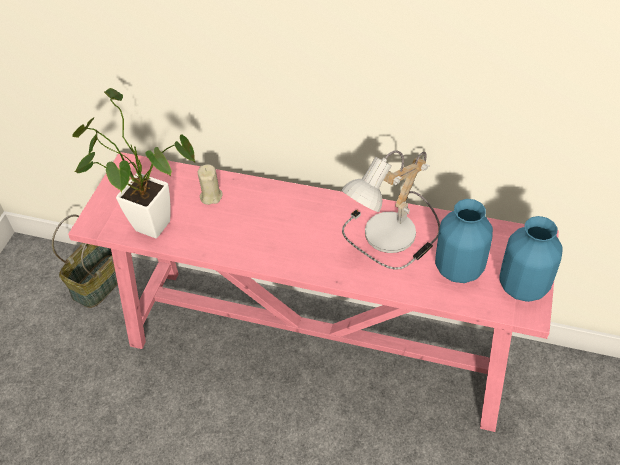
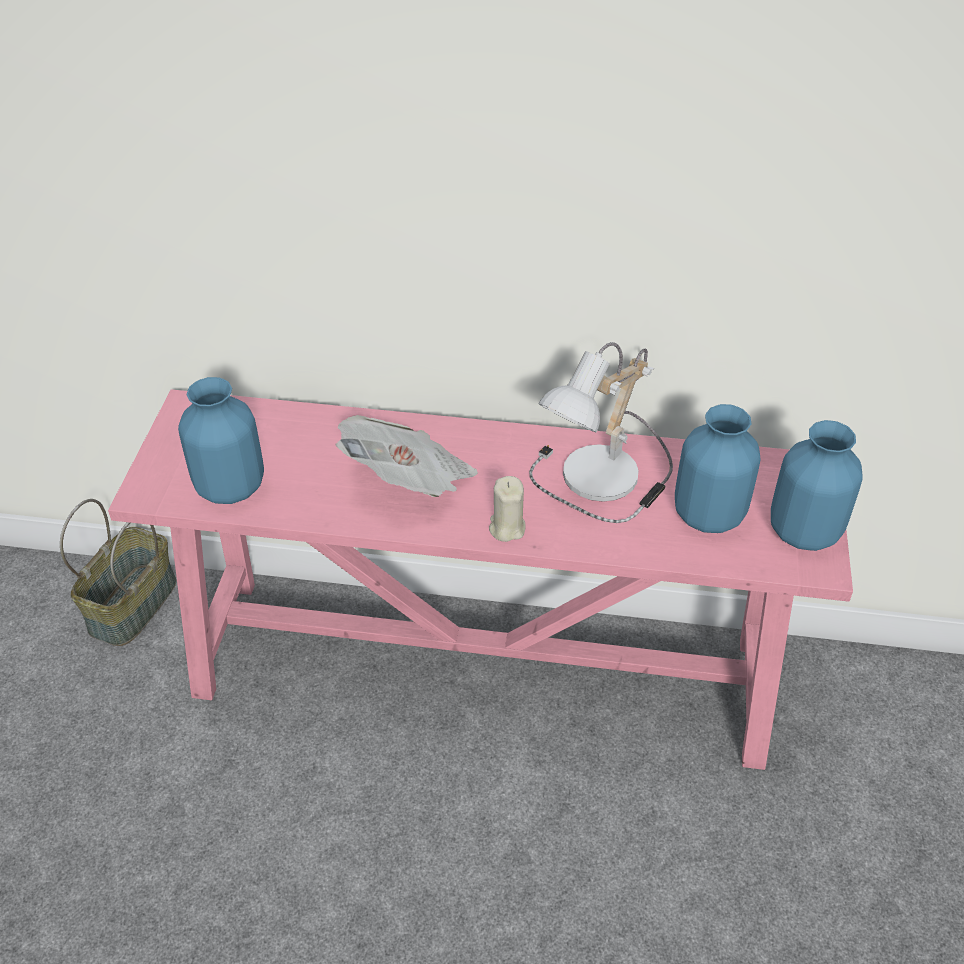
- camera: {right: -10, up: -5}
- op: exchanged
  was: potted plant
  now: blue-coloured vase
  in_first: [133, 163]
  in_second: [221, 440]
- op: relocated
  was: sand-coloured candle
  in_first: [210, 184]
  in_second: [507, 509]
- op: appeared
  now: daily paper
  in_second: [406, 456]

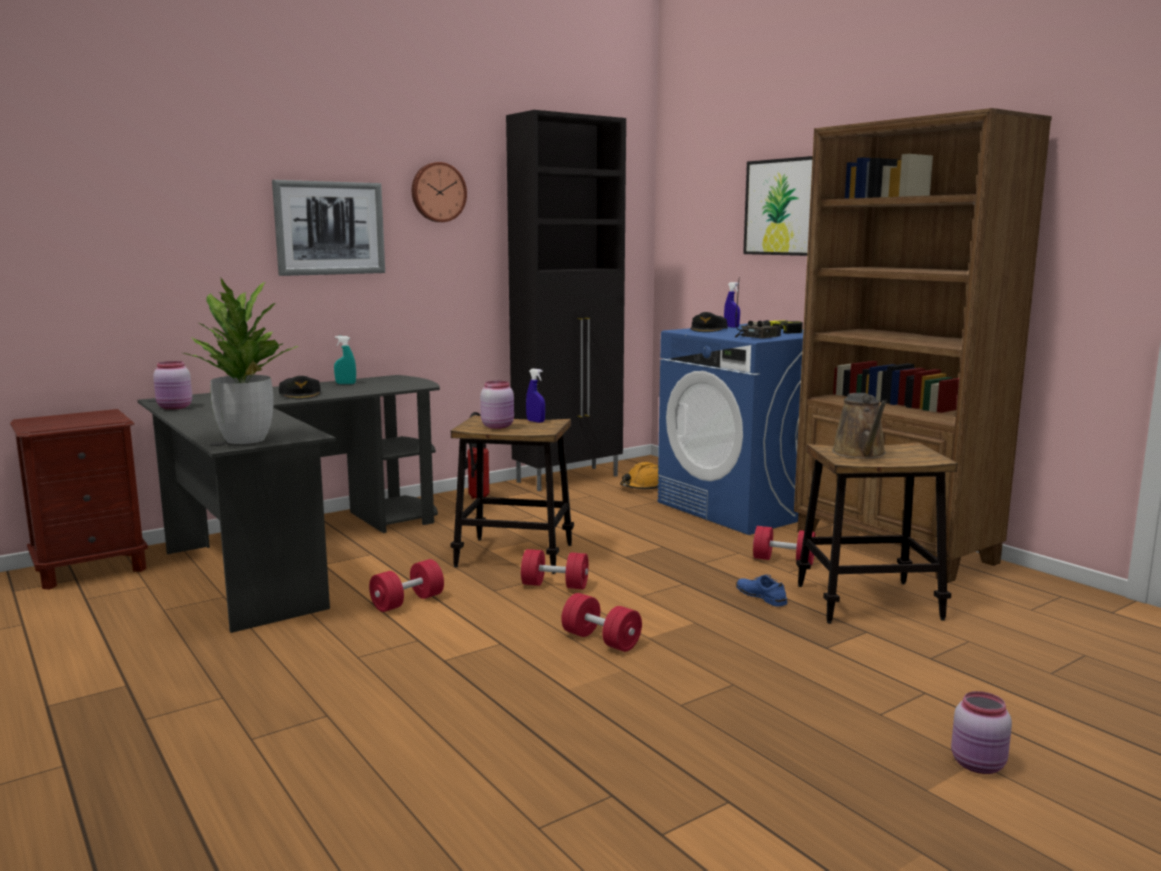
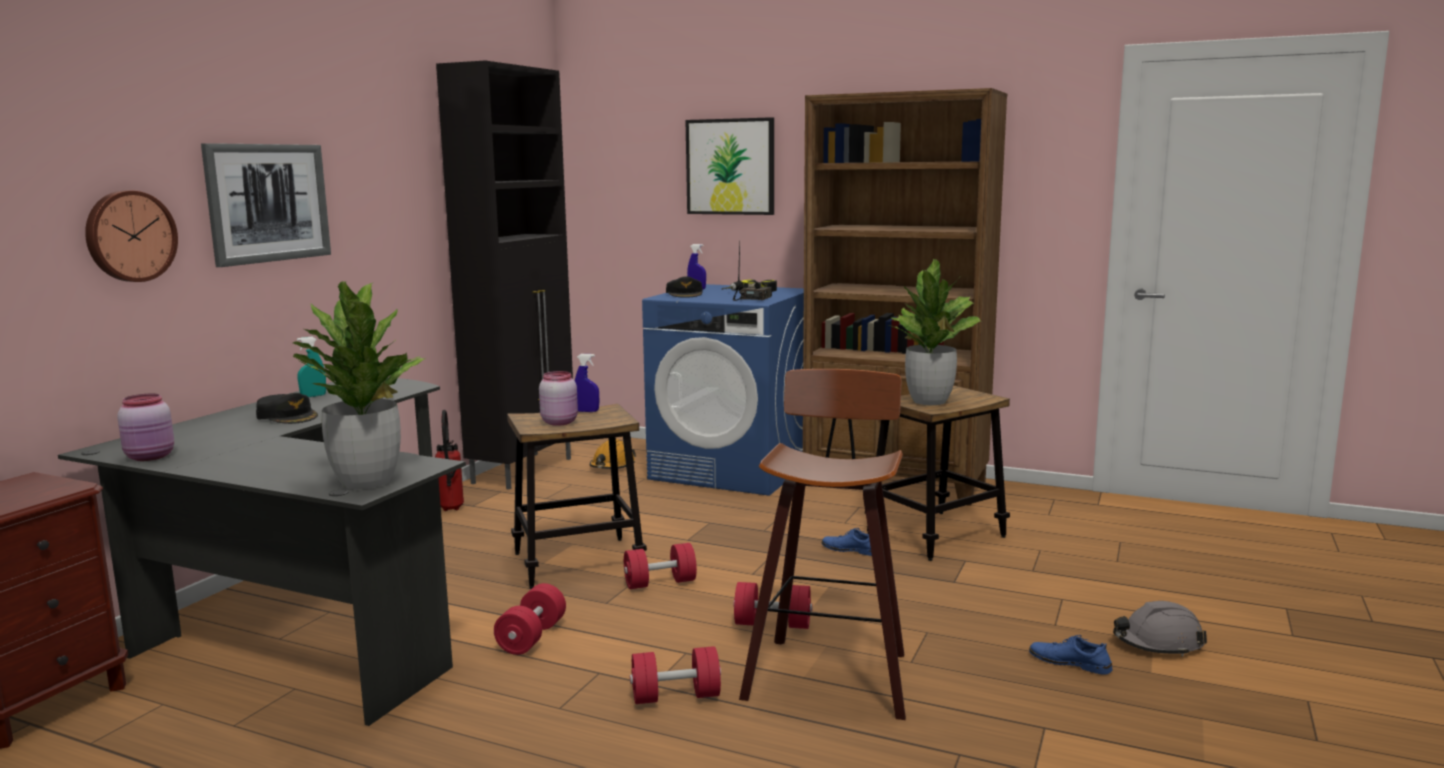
- camera: {right: -30, up: 0}
- op: relocated
  was: wall clock
  in_first: [439, 192]
  in_second: [131, 236]
- op: exchanged
  was: brown watering pot
  now: potted plant
  in_first: [860, 426]
  in_second: [935, 332]
- op: relocated
  was: red-coloured dumbbell
  in_first: [784, 545]
  in_second: [675, 675]
- op: exchanged
  was: pink storage jar
  now: gray hard hat
  in_first: [981, 732]
  in_second: [1160, 629]
- op: appeared
  now: stool
  in_second: [822, 544]
- op: appeared
  now: blue-coloured shoe
  in_second: [1070, 655]

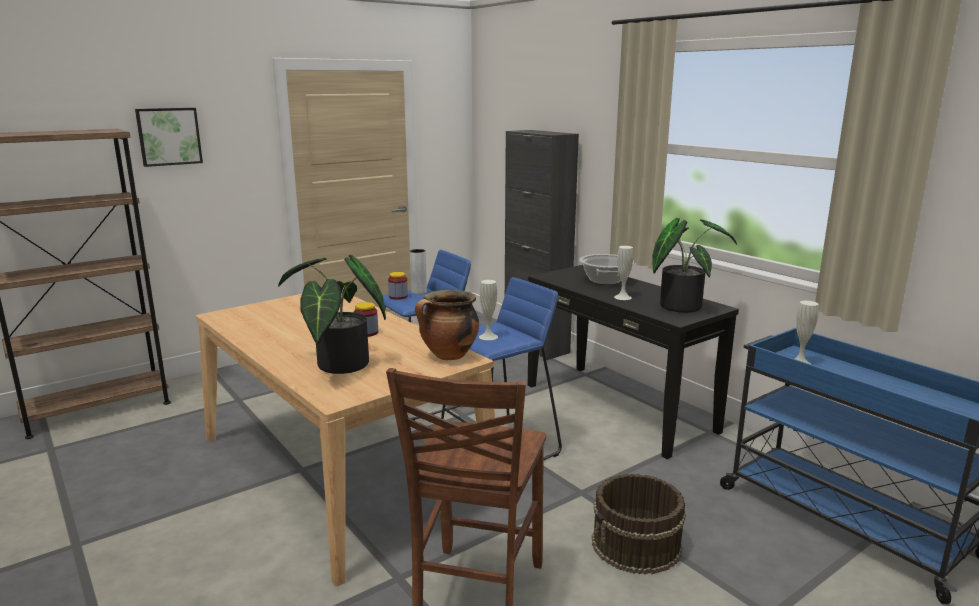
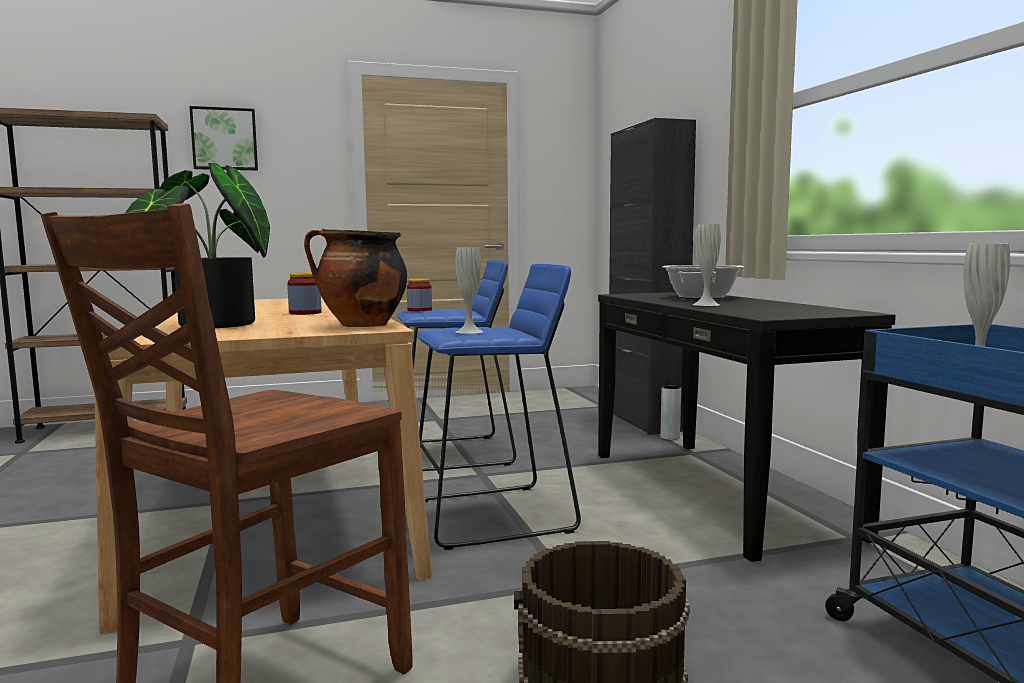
- camera: {right: 20, up: -10}
- op: missing
  was: potted plant
  in_first: [695, 265]
- op: relocated
  was: gray vase
  in_first: [418, 271]
  in_second: [671, 412]

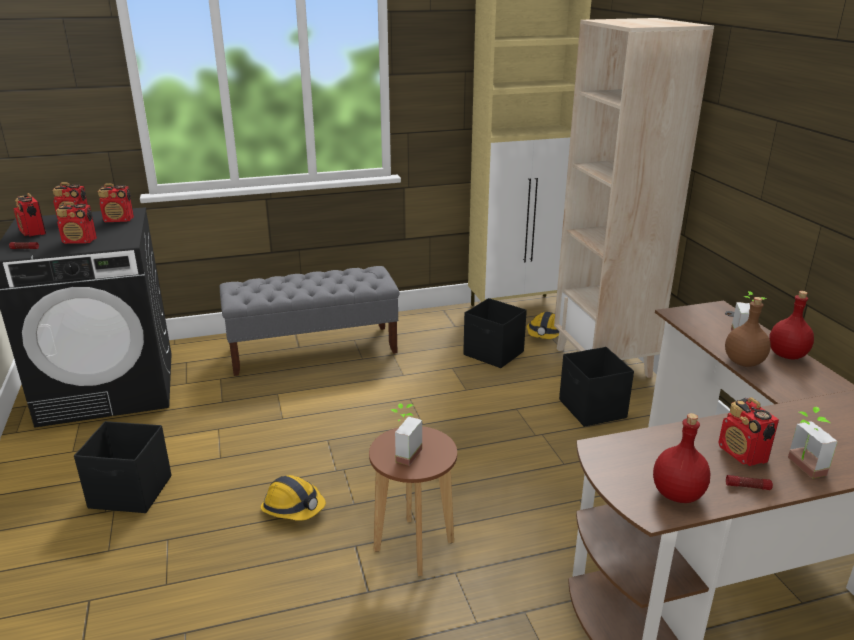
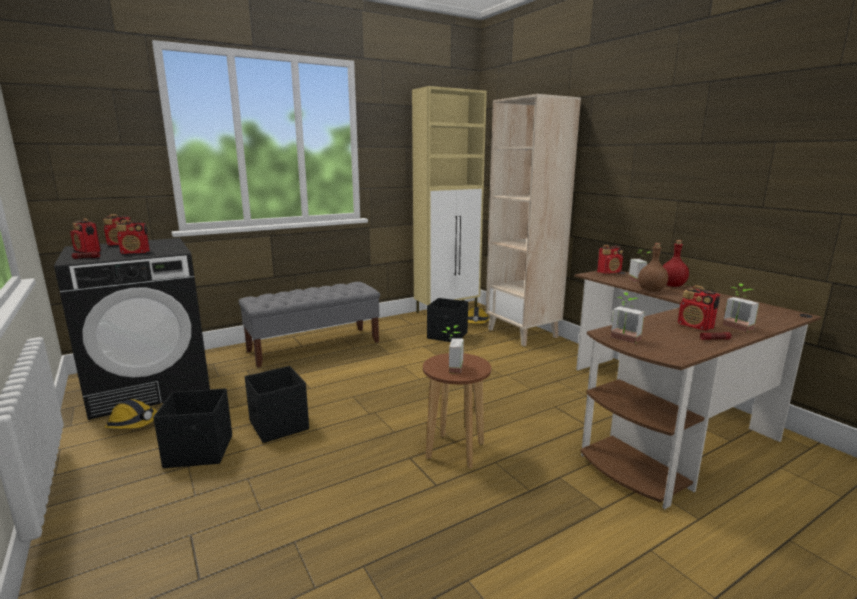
- camera: {right: -15, up: -10}
- op: relocated
  was: radio receiver
  in_first: [116, 202]
  in_second: [610, 259]
- op: relocated
  was: blackish storage box
  in_first: [596, 387]
  in_second: [277, 404]
- op: missing
  was: red-coloured beverage bottle
  in_first: [681, 458]
- op: relocated
  was: hard hat
  in_first: [293, 498]
  in_second: [131, 414]
- op: appeared
  now: potted plant
  in_second: [627, 318]

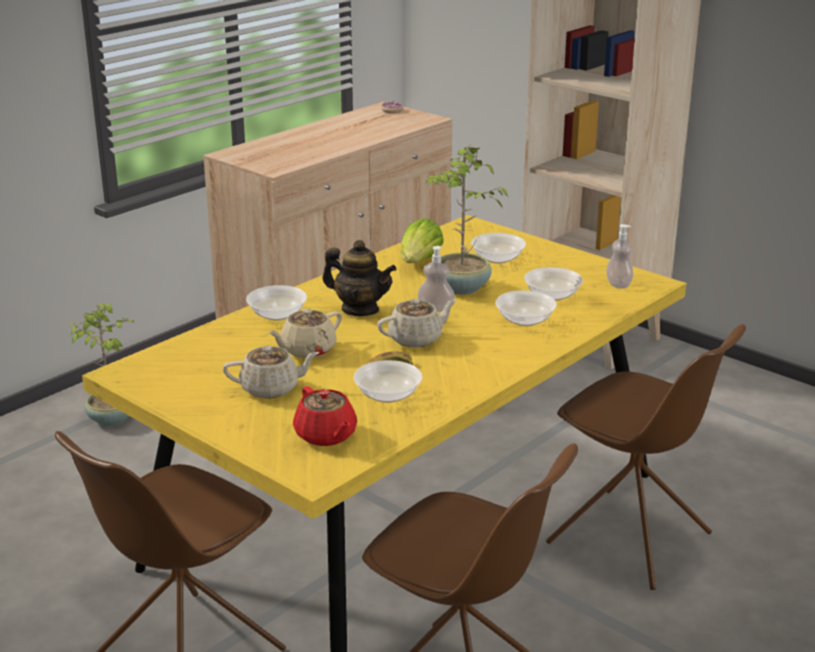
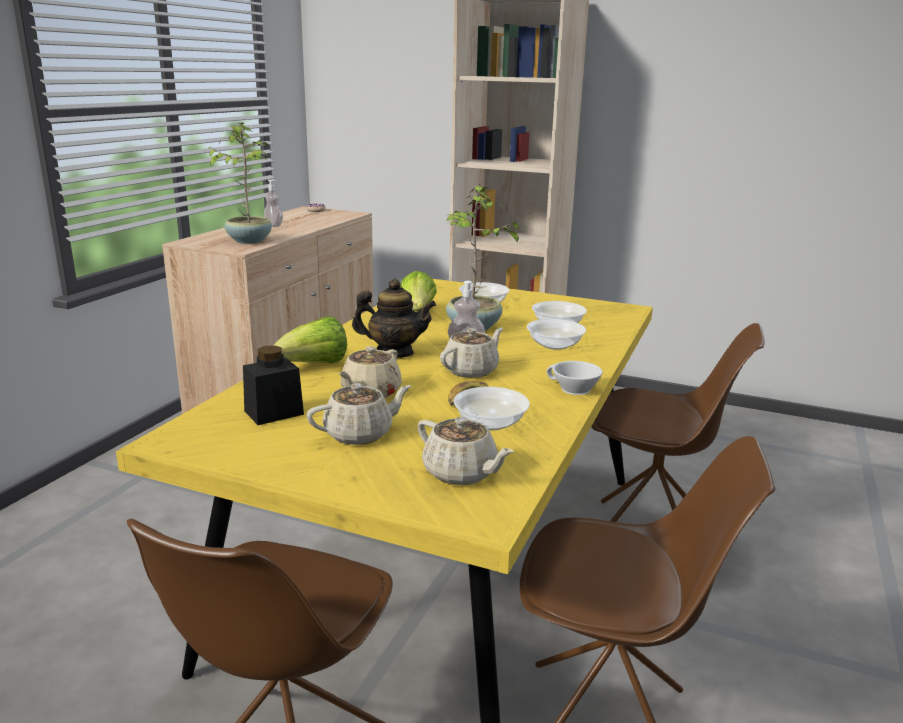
- camera: {right: -20, up: -5}
- op: relocated
  was: soap dispenser
  in_first: [619, 256]
  in_second: [273, 203]
- op: exchanged
  was: bowl
  now: lettuce
  in_first: [276, 303]
  in_second: [310, 340]
- op: relocated
  was: potted plant
  in_first: [102, 365]
  in_second: [238, 183]
- op: colour
  was: red-coloured teapot
  now: sand-coloured teapot
  in_first: [325, 416]
  in_second: [465, 451]
- op: appeared
  now: blackish storage jar
  in_second: [273, 385]
- op: appeared
  now: white-coloured drinking cup
  in_second: [575, 378]

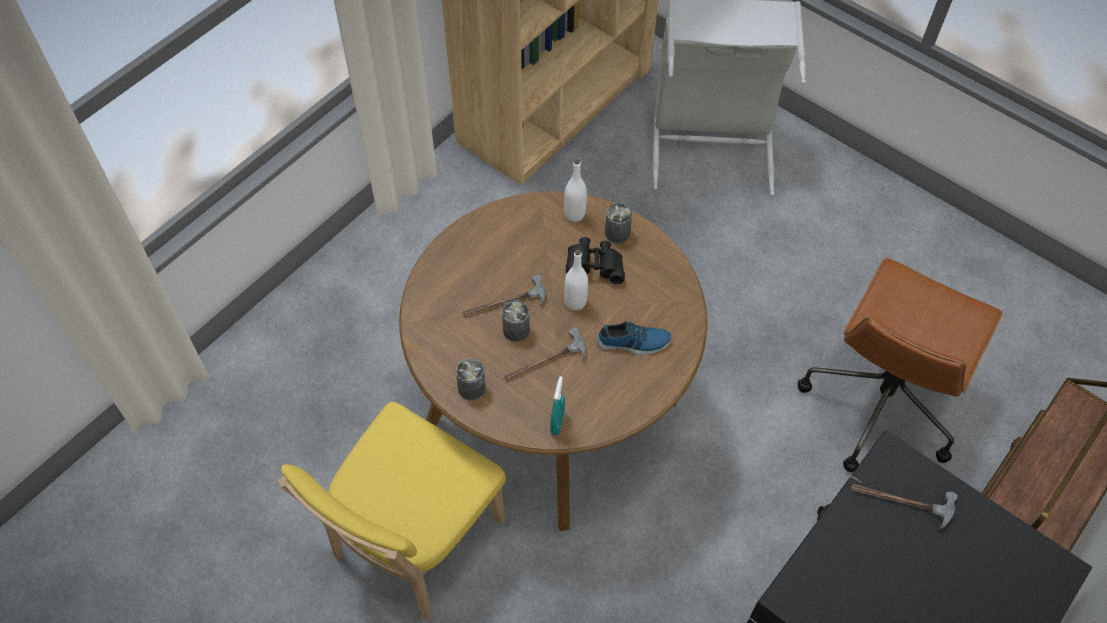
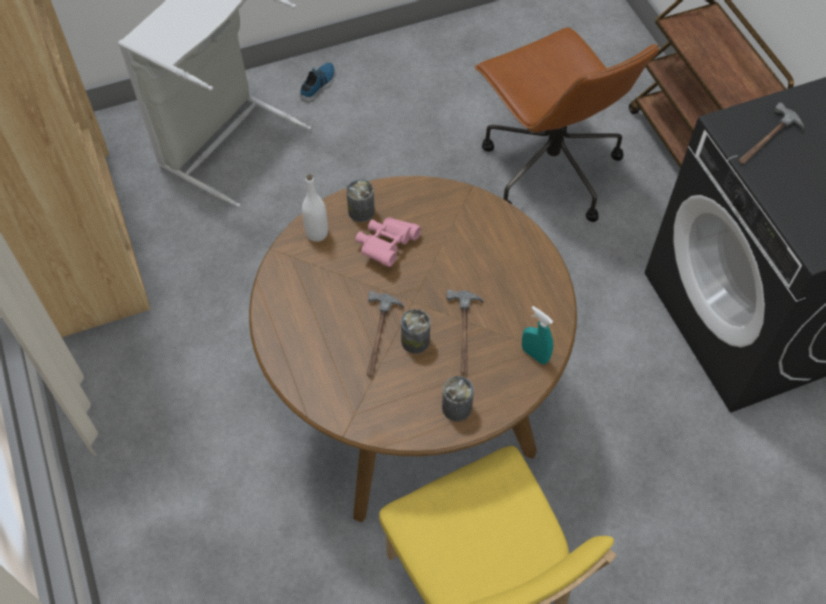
- camera: {right: -60, up: 0}
- op: colour
  was: blackish binoculars
  now: pink binoculars
  in_first: [595, 260]
  in_second: [388, 242]
- op: missing
  was: white-coloured beverage bottle
  in_first: [576, 279]
- op: relocated
  was: shoe
  in_first: [634, 338]
  in_second: [317, 82]

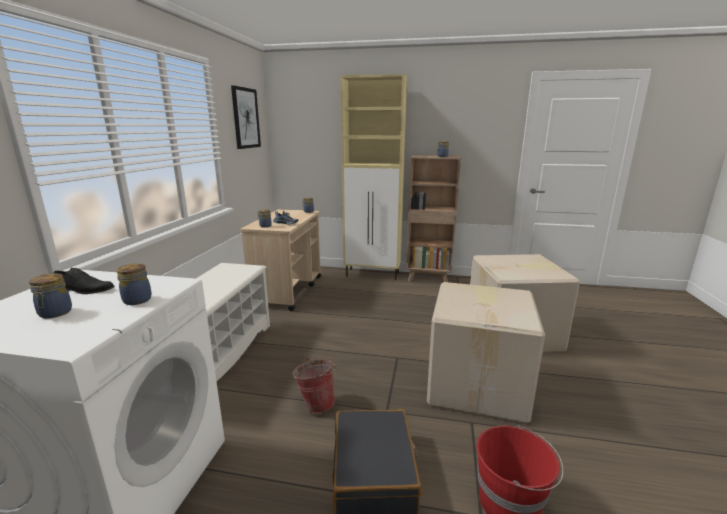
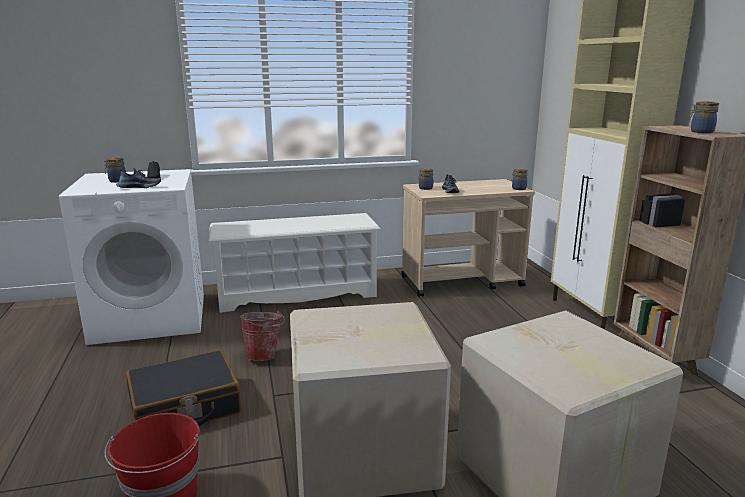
- camera: {right: 65, up: 0}
- op: missing
  was: wall art
  in_first: [246, 117]
- op: exchanged
  was: storage jar
  now: shoe
  in_first: [134, 284]
  in_second: [138, 178]

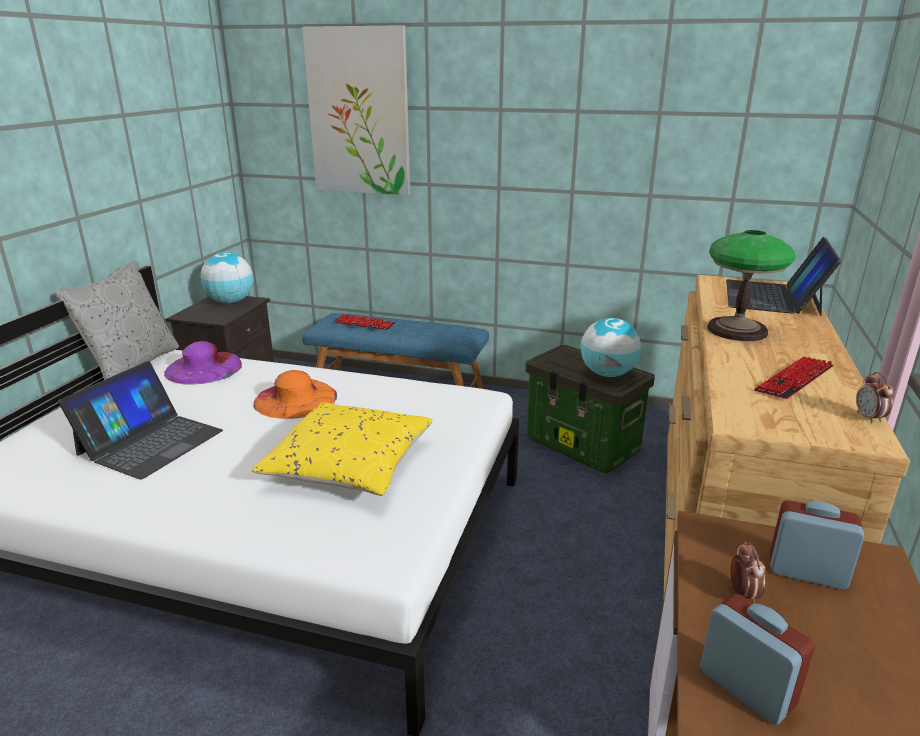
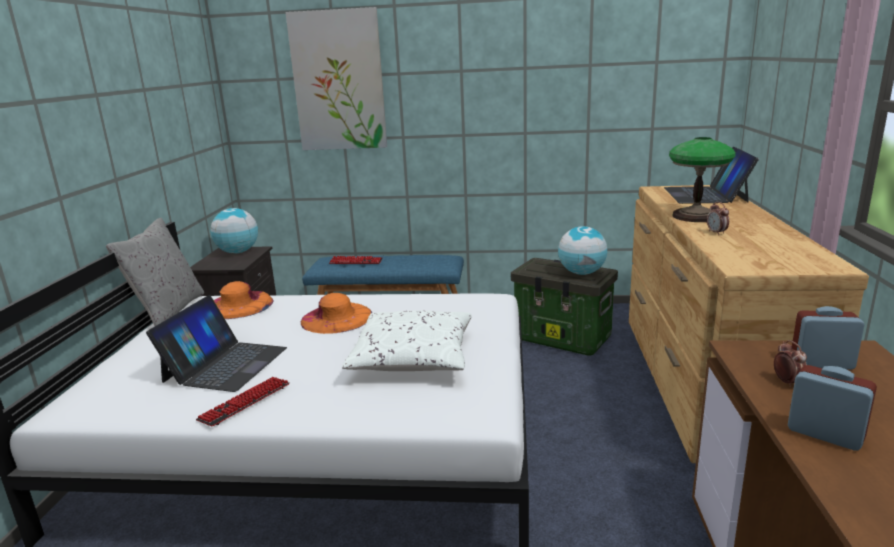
- camera: {right: -10, up: -5}
- op: colour
  was: purple-coloured hat
  now: orange-coloured hat
  in_first: [203, 363]
  in_second: [244, 300]
- op: relocated
  was: PC keyboard
  in_first: [794, 377]
  in_second: [243, 401]
- op: relocated
  was: table clock
  in_first: [875, 397]
  in_second: [718, 218]
- op: colour
  was: yellow-coloured pillow
  now: white-coloured pillow
  in_first: [342, 449]
  in_second: [407, 341]

